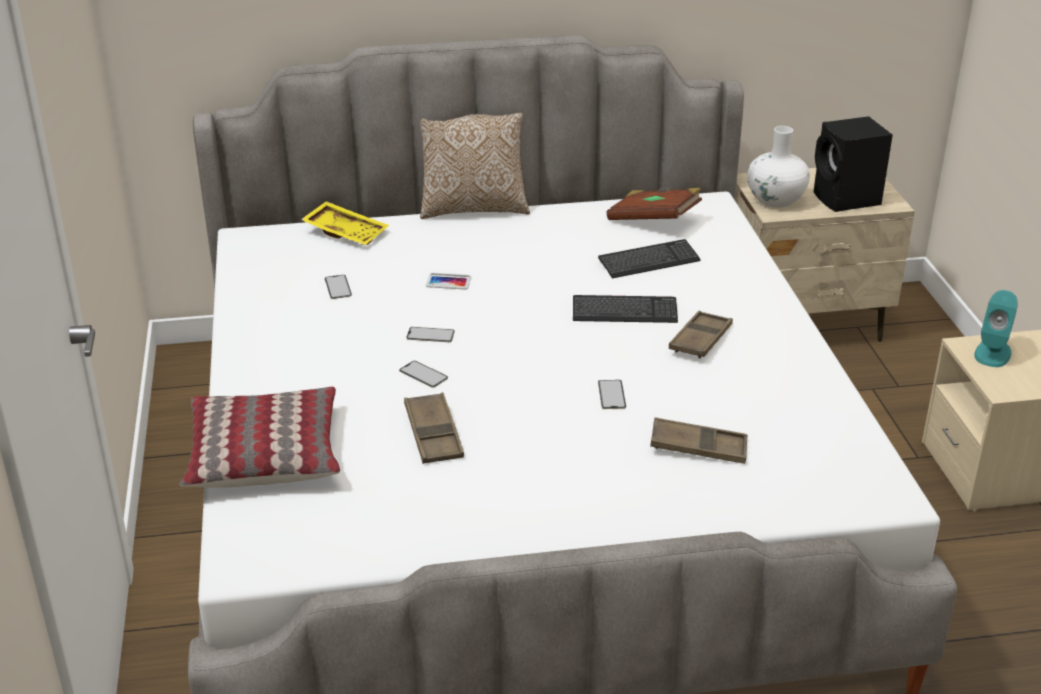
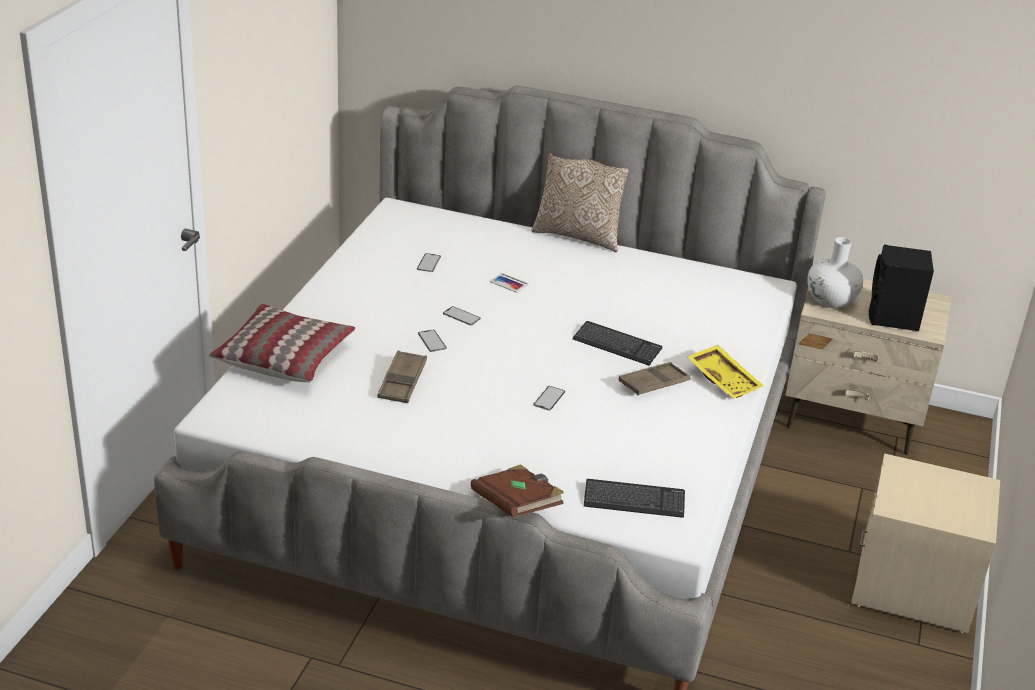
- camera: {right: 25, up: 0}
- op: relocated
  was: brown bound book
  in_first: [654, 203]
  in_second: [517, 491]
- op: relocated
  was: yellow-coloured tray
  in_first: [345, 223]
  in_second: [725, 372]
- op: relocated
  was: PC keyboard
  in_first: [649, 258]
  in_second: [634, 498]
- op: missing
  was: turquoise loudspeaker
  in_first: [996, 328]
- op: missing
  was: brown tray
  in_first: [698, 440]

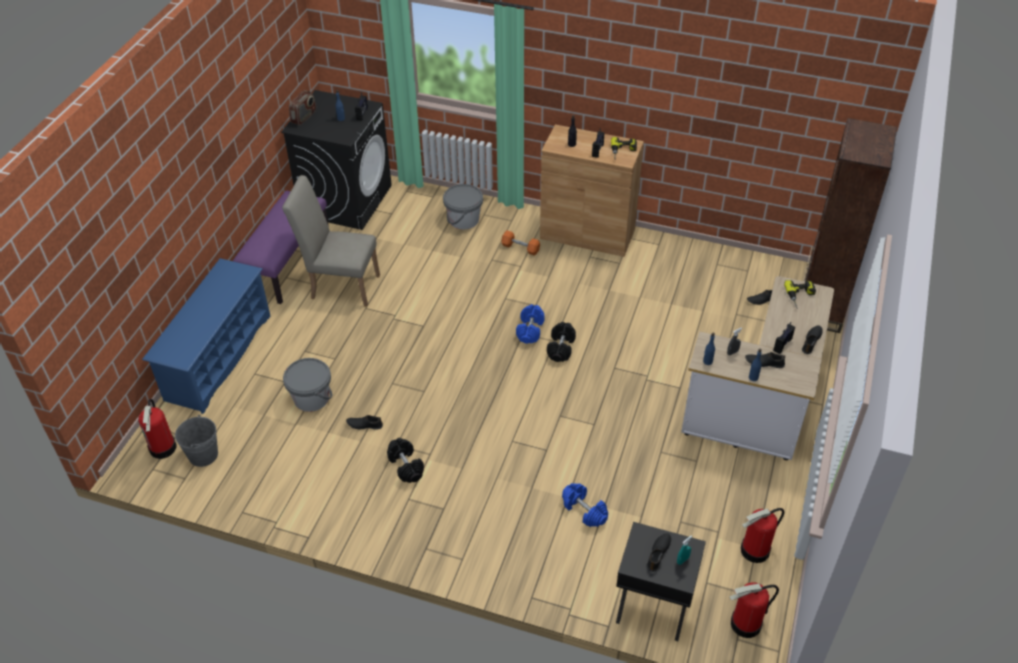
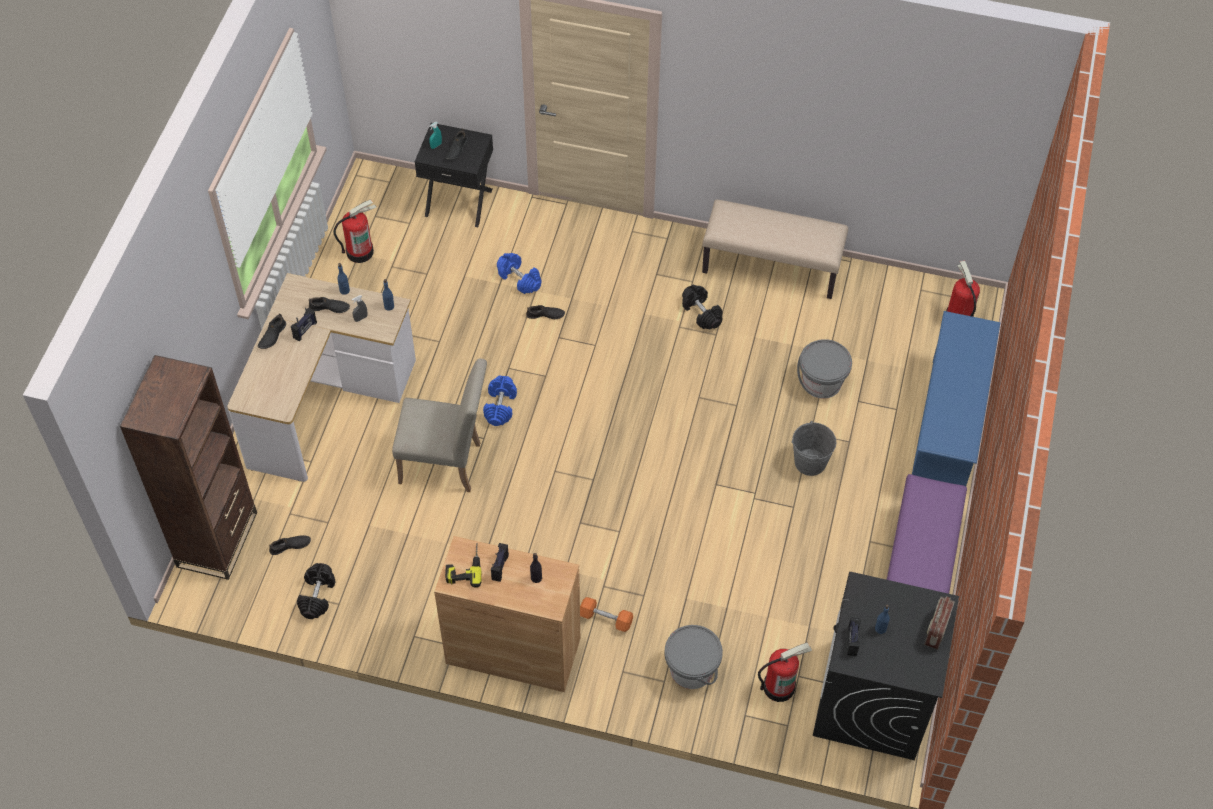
- camera: {right: 175, up: 10}
- op: relocated
  was: sand-coloured chair
  in_first: [331, 241]
  in_second: [439, 425]
- op: missing
  was: drill
  in_first: [800, 294]
- op: relocated
  was: blue-coloured dumbbell
  in_first: [530, 324]
  in_second: [500, 401]
- op: relocated
  was: blackish dumbbell
  in_first: [561, 342]
  in_second: [316, 591]
- op: relocated
  was: gray water bucket
  in_first: [196, 441]
  in_second: [814, 448]
- op: relocated
  was: blackish shoe
  in_first: [364, 422]
  in_second: [545, 312]
- op: relocated
  was: fire extinguisher
  in_first: [754, 610]
  in_second: [785, 672]
- op: appeared
  now: sand-coloured indoor bench
  in_second: [775, 249]

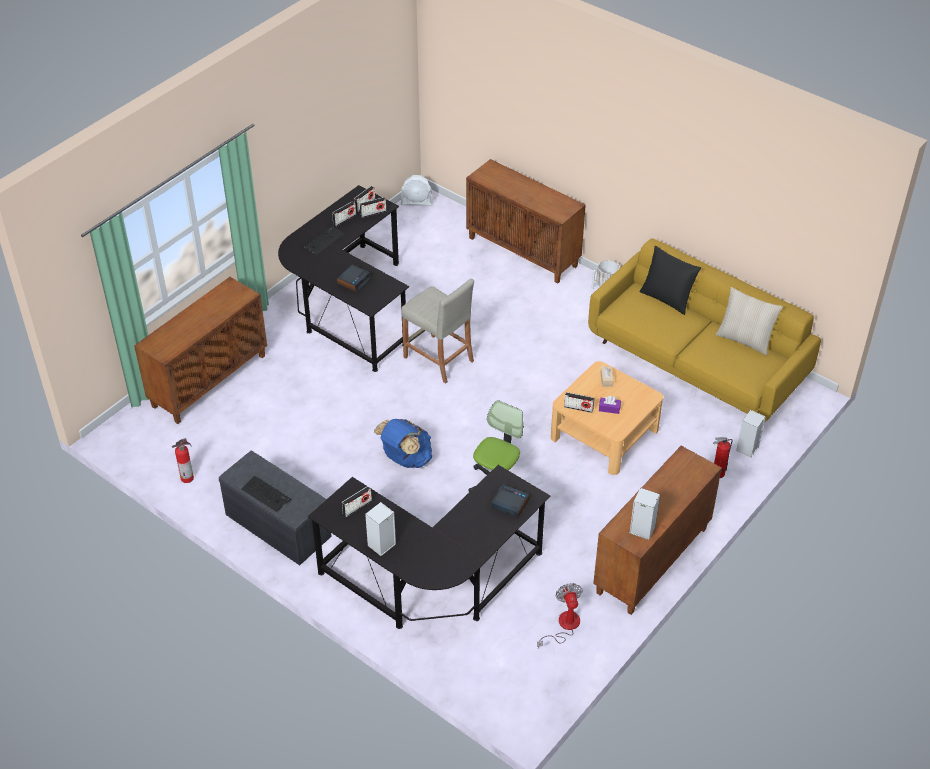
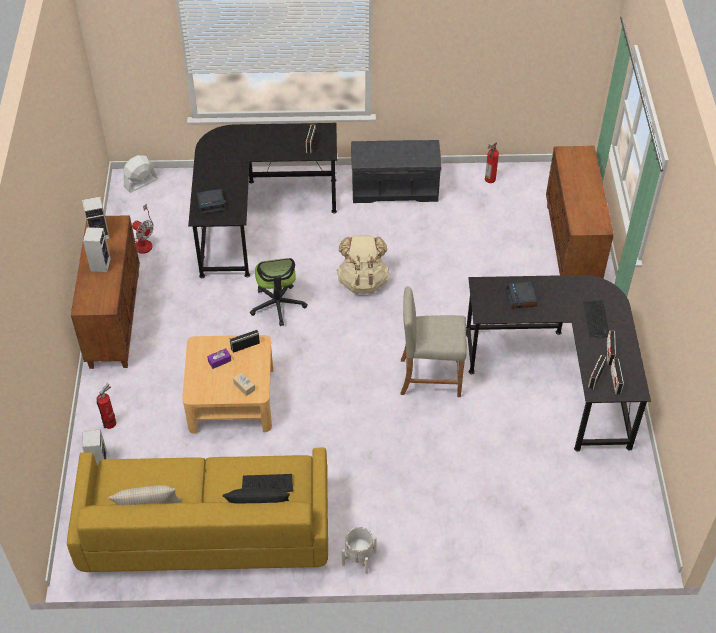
- camera: {right: 140, up: 5}
- op: missing
  was: brown cabinet
  in_first: [526, 221]
- op: relocated
  was: white-coloured electric fan
  in_first: [417, 190]
  in_second: [140, 174]
- op: colour
  was: blue-coloured knapsack
  now: sand-coloured knapsack
  in_first: [403, 443]
  in_second: [363, 264]
- op: relocated
  was: PC keyboard
  in_first: [266, 494]
  in_second: [267, 483]
- op: relocated
  was: loudspeaker
  in_first: [380, 529]
  in_second: [97, 249]

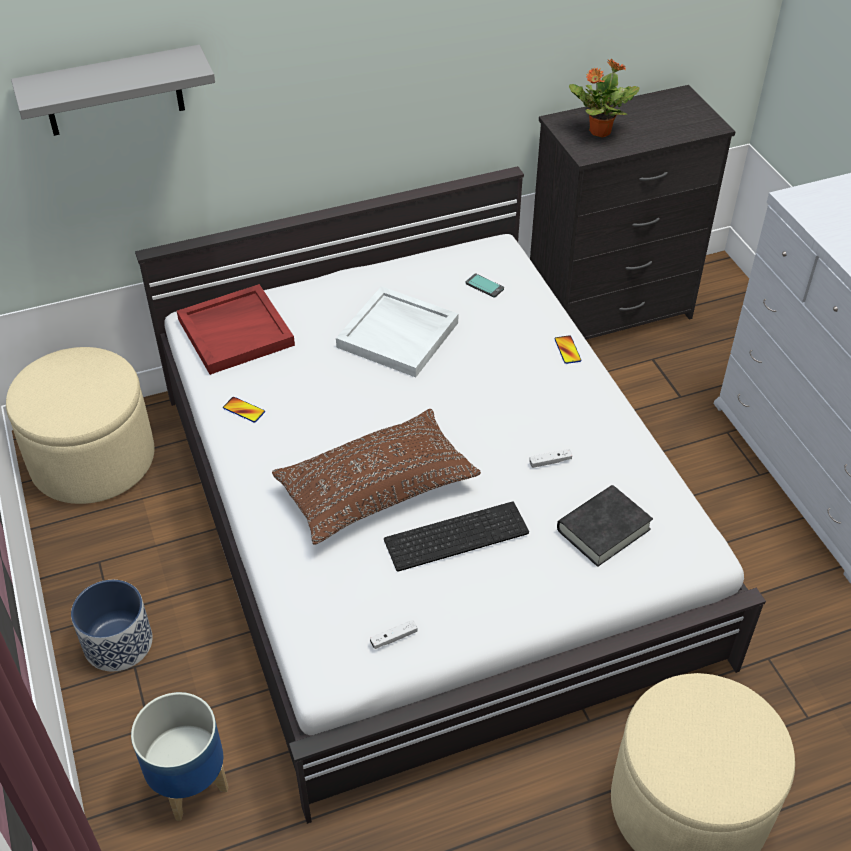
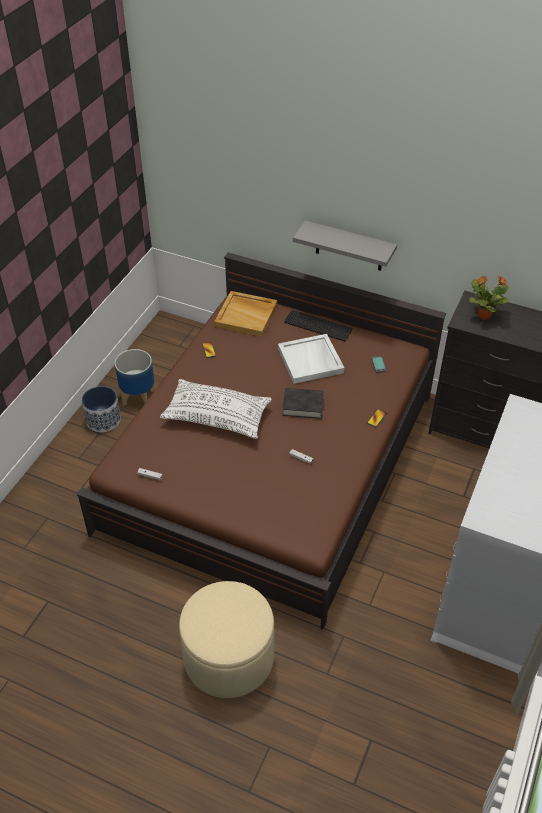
- camera: {right: 45, up: 0}
- op: relocated
  was: gray bracket shelf
  in_first: [113, 90]
  in_second: [345, 246]
- op: colour
  was: white-coloured sleeping bed
  now: brown sleeping bed
  in_first: [450, 495]
  in_second: [261, 441]
- op: colour
  was: red-coloured tray
  now: sand-coloured tray
  in_first: [236, 329]
  in_second: [245, 314]
- op: missing
  was: sand-coloured ottoman
  in_first: [80, 425]
- op: colour
  was: brown pillow
  now: white-coloured pillow
  in_first: [376, 477]
  in_second: [216, 409]
- op: relocated
  was: blackish bound book
  in_first: [605, 526]
  in_second: [303, 403]
- op: relocated
  was: PC keyboard
  in_first: [456, 536]
  in_second: [318, 325]
- op: relocated
  was: flower pot
  in_first: [180, 756]
  in_second: [135, 377]

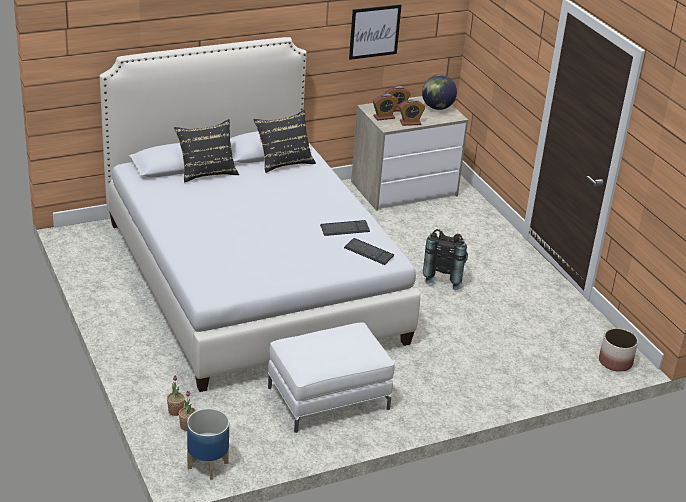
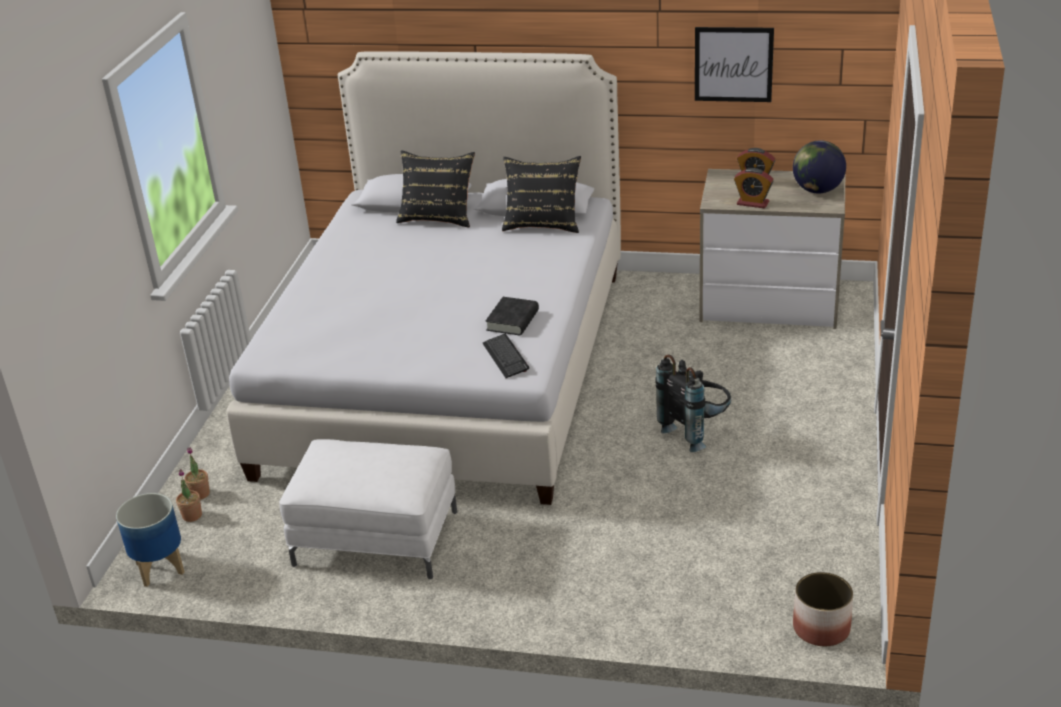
- camera: {right: 40, up: 0}
- op: missing
  was: table clock
  in_first: [386, 107]
- op: exchanged
  was: PC keyboard
  now: blackish bound book
  in_first: [345, 228]
  in_second: [512, 316]

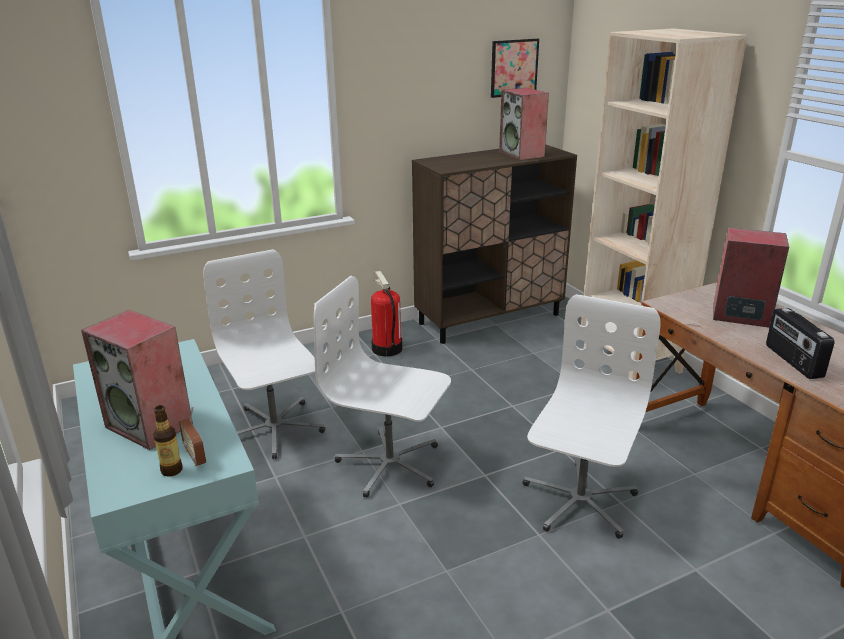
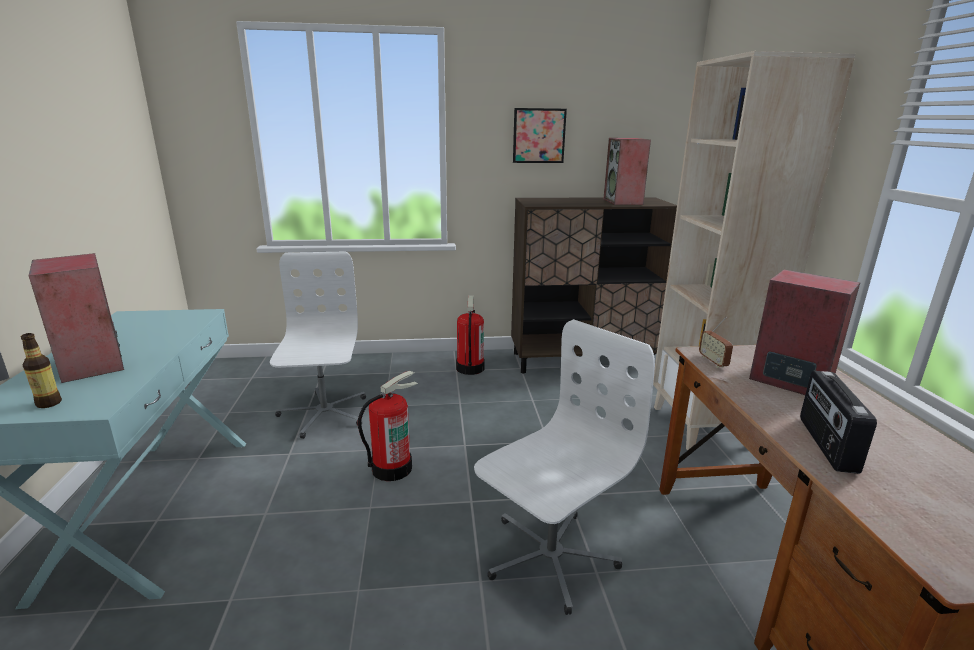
- camera: {right: 20, up: -5}
- op: relocated
  was: wall art
  in_first: [515, 68]
  in_second: [540, 135]
- op: exchanged
  was: white-coloured computer chair
  now: fire extinguisher
  in_first: [382, 387]
  in_second: [388, 426]
- op: relocated
  was: radio receiver
  in_first: [192, 436]
  in_second: [716, 342]

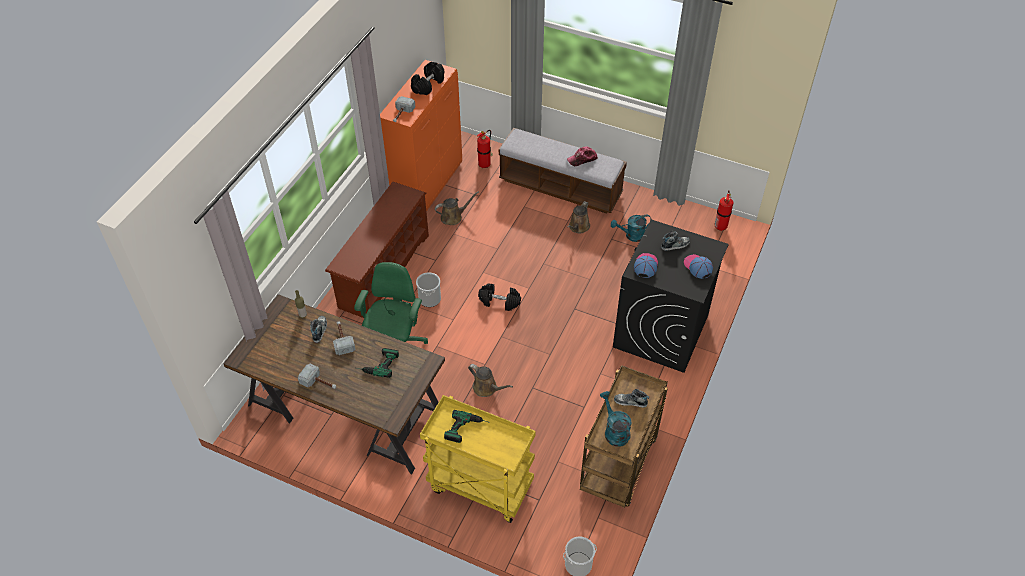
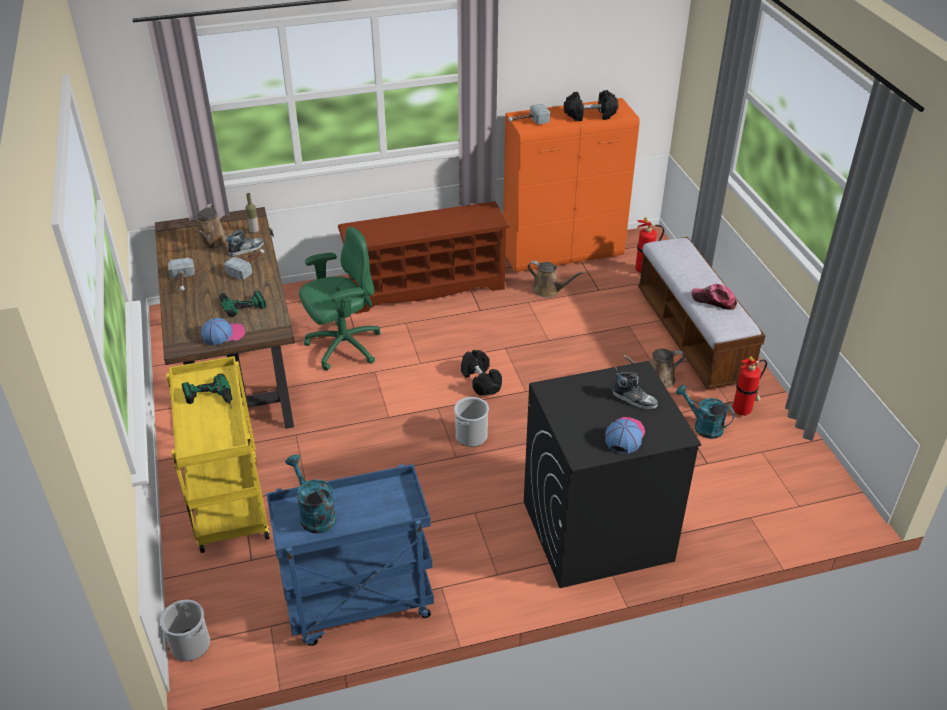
- camera: {right: 50, up: -10}
- op: relocated
  was: fire extinguisher
  in_first: [724, 210]
  in_second: [750, 386]
- op: relocated
  was: cap
  in_first: [646, 265]
  in_second: [223, 331]
- op: relocated
  was: water bucket
  in_first: [428, 289]
  in_second: [471, 422]
- op: relocated
  was: brown watering pot
  in_first: [490, 380]
  in_second: [212, 226]
- op: colour
  was: brown cart
  now: blue-coloured cart
  in_first: [624, 436]
  in_second: [350, 555]
- op: missing
  was: shoe
  in_first: [631, 398]
- op: spun
  was: turquoise watering pot
  in_first: [616, 419]
  in_second: [310, 494]
  clockwise: -60

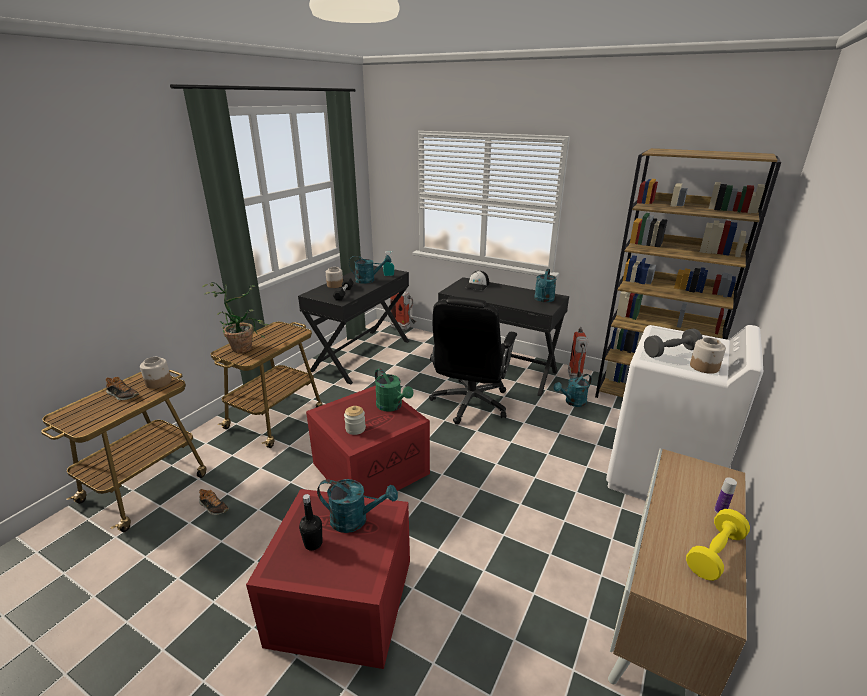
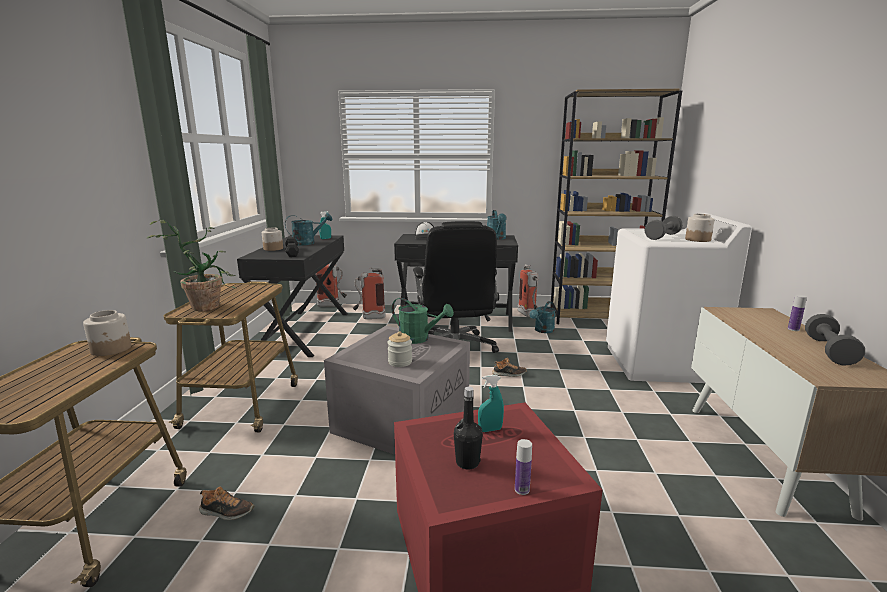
- camera: {right: -25, up: -10}
- op: relocated
  was: shoe
  in_first: [122, 388]
  in_second: [509, 367]
- op: colour
  was: red-coloured storage box
  now: gray storage box
  in_first: [368, 442]
  in_second: [397, 390]
- op: exchanged
  was: turquoise watering pot
  now: turquoise sprayer
  in_first: [357, 506]
  in_second: [491, 403]
- op: colour
  was: yellow-coloured dumbbell
  now: gray dumbbell
  in_first: [718, 545]
  in_second: [835, 339]
- op: appeared
  now: fire extinguisher
  in_second: [369, 293]
- op: appeared
  now: beverage bottle
  in_second: [523, 467]

